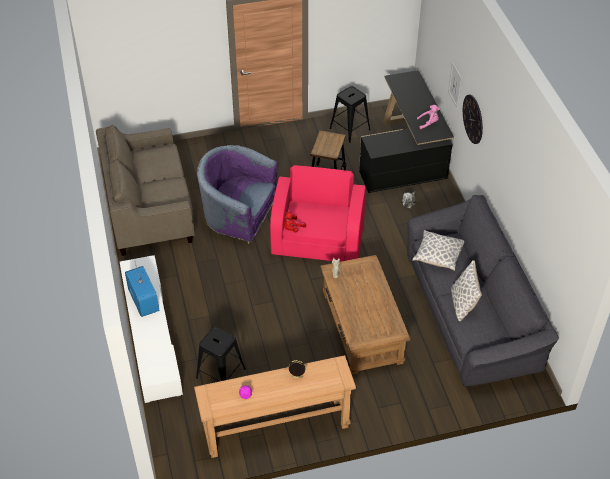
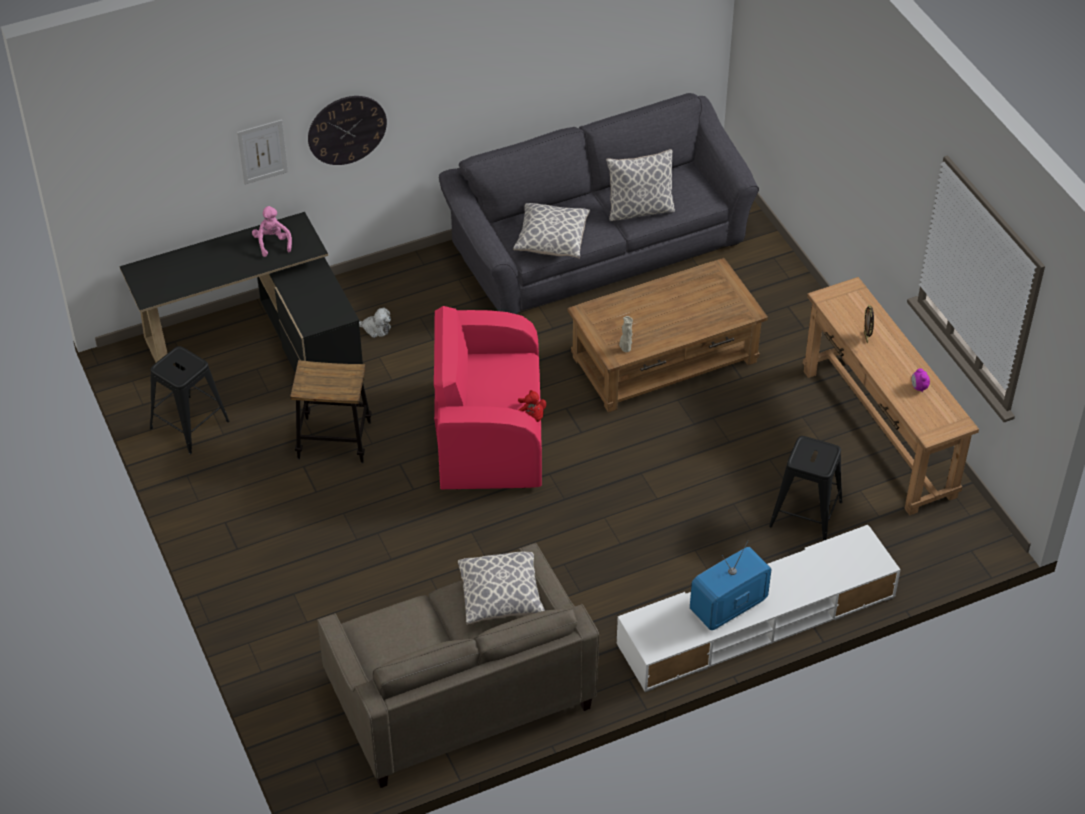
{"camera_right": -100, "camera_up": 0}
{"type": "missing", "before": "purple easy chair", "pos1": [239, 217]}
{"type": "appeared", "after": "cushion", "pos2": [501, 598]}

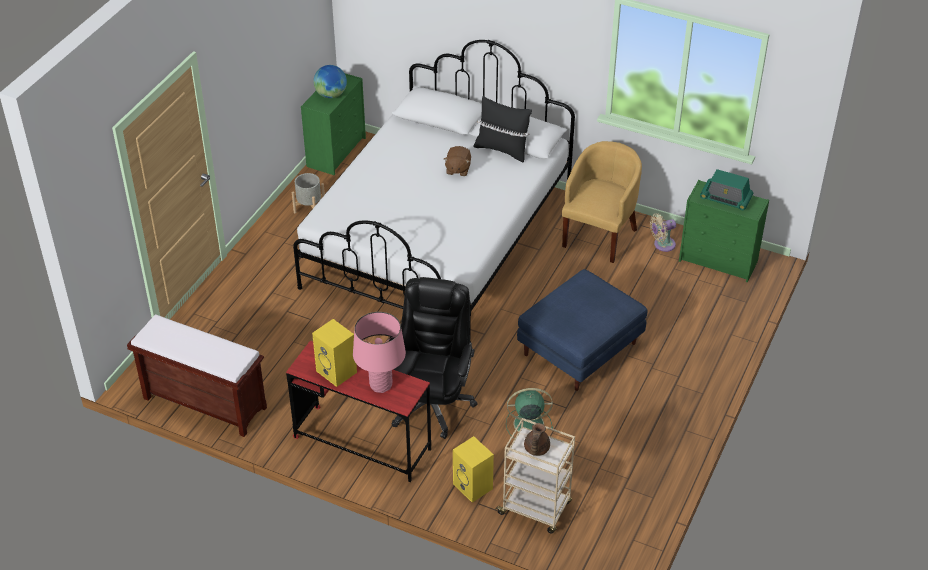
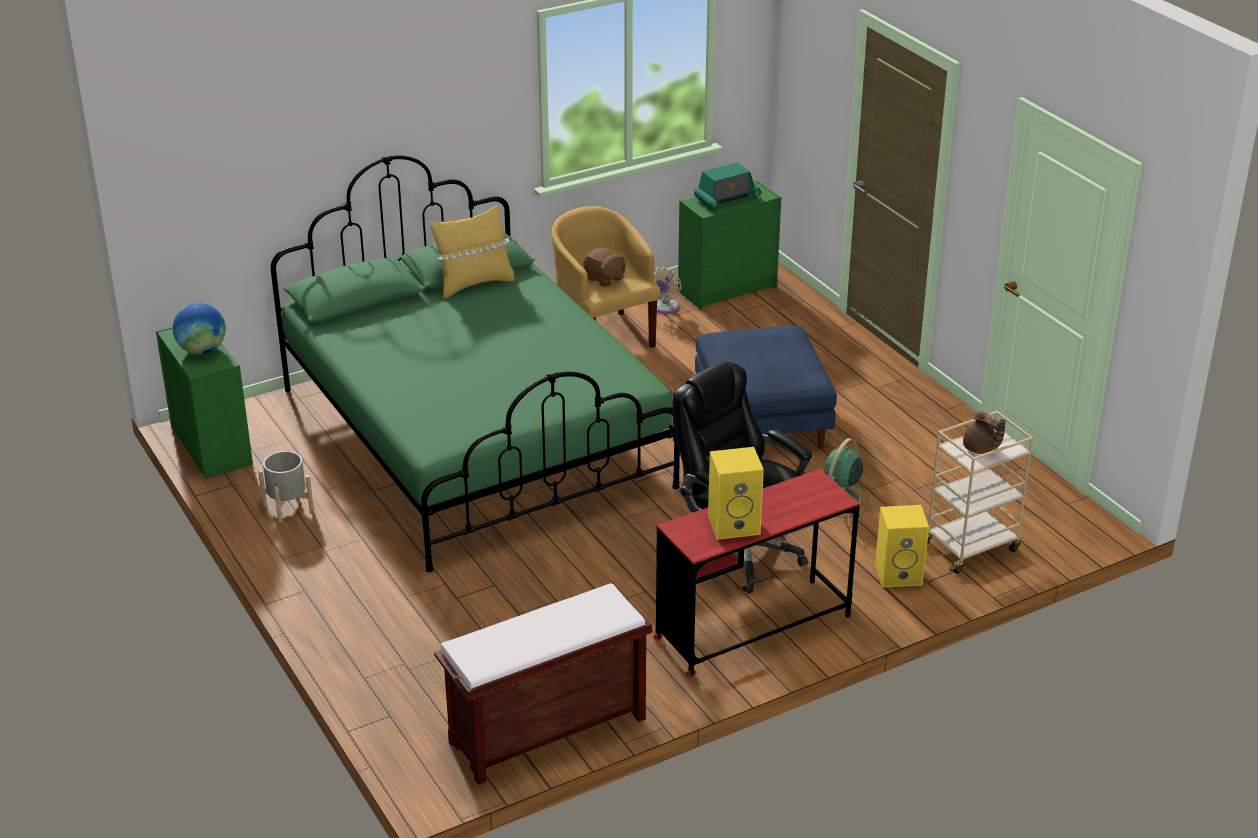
{"camera_right": -55, "camera_up": -10}
{"type": "missing", "before": "pinkish table lamp", "pos1": [381, 385]}
{"type": "relocated", "before": "brown-coloured soft toy", "pos1": [457, 169], "pos2": [604, 279]}
{"type": "colour", "before": "whitish sleeping bed", "after": "greenish sleeping bed", "pos1": [439, 240], "pos2": [475, 438]}
{"type": "colour", "before": "black-coloured cushion", "after": "yellow cushion", "pos1": [502, 150], "pos2": [474, 284]}

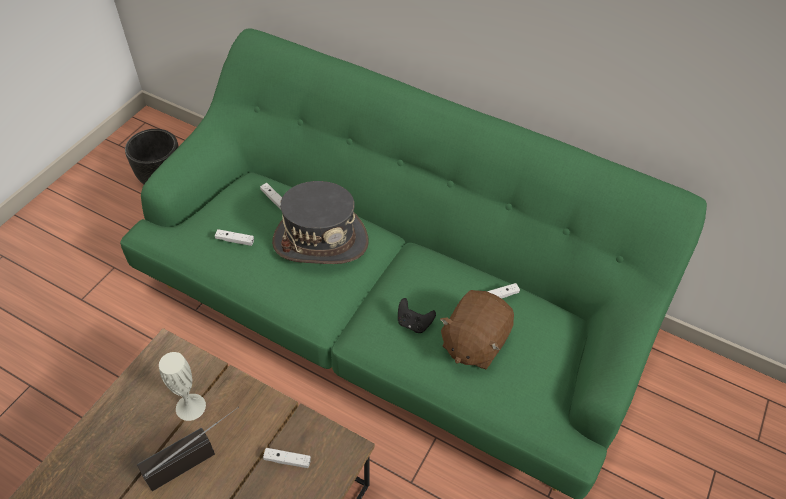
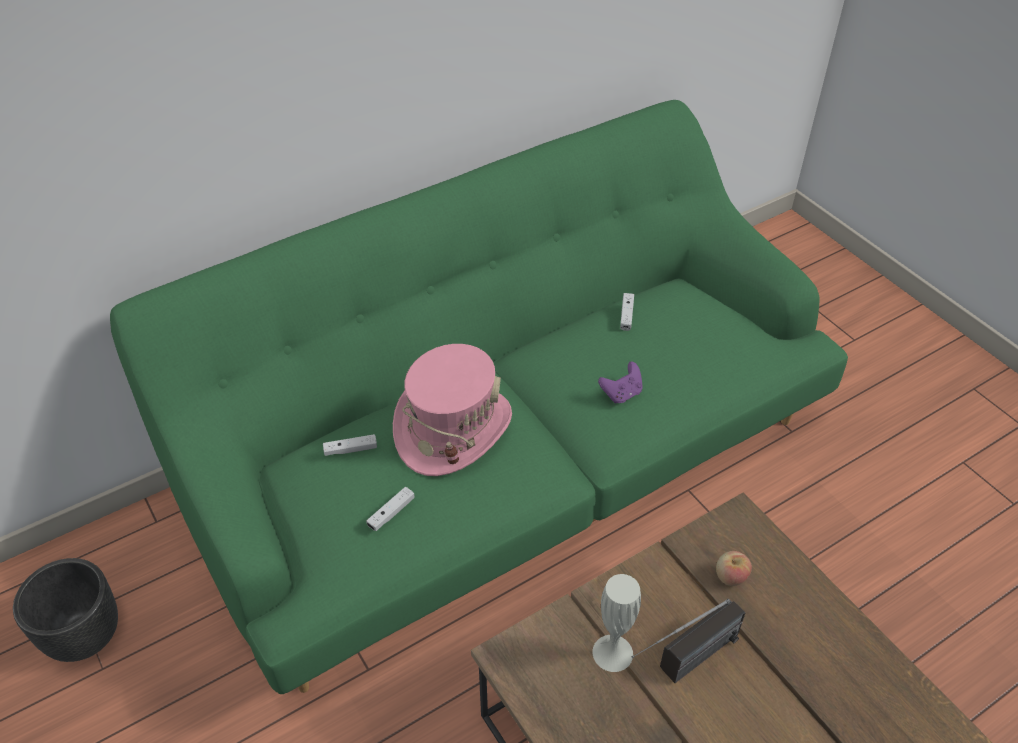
{"camera_right": -60, "camera_up": -5}
{"type": "missing", "before": "brown-coloured soft toy", "pos1": [473, 342]}
{"type": "exchanged", "before": "whitish gamepad", "after": "apple fruit", "pos1": [287, 460], "pos2": [730, 577]}
{"type": "colour", "before": "grey wearable hat", "after": "pinkish wearable hat", "pos1": [320, 241], "pos2": [453, 428]}
{"type": "colour", "before": "black-coloured gamepad", "after": "purple gamepad", "pos1": [413, 323], "pos2": [621, 393]}
{"type": "spun", "before": "radio set", "pos1": [197, 454], "pos2": [683, 666], "turn": -120}

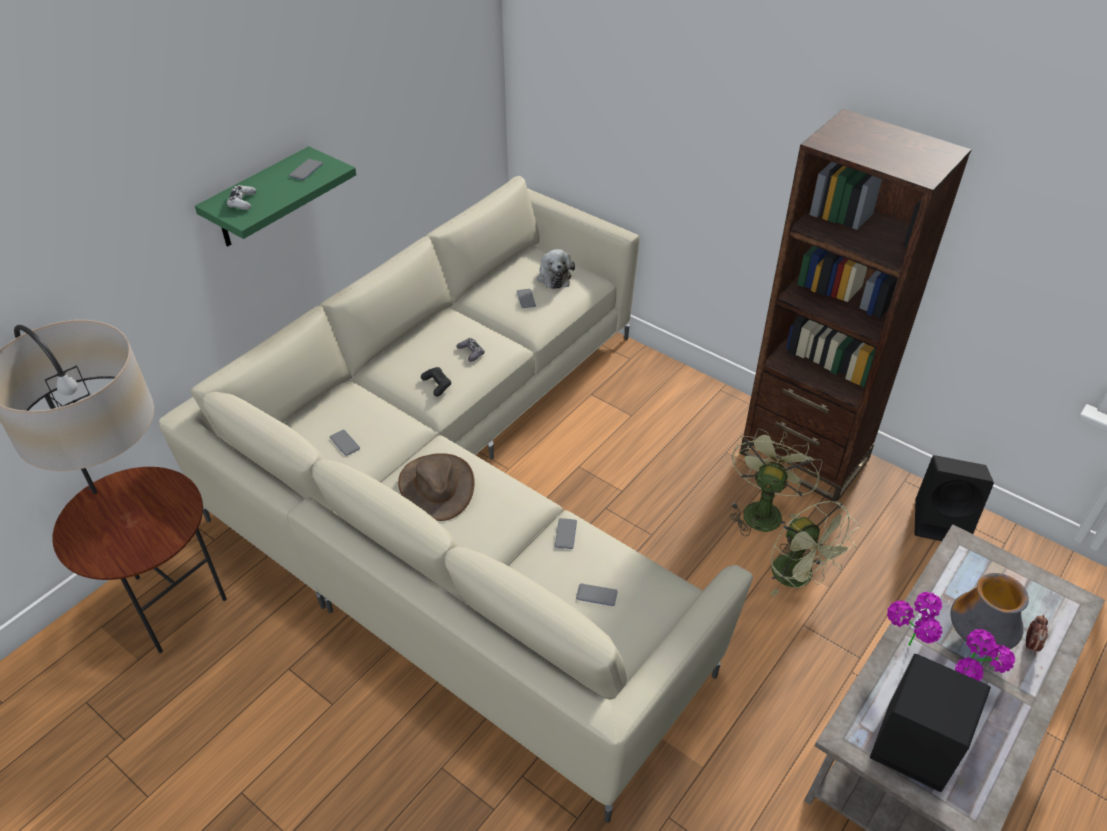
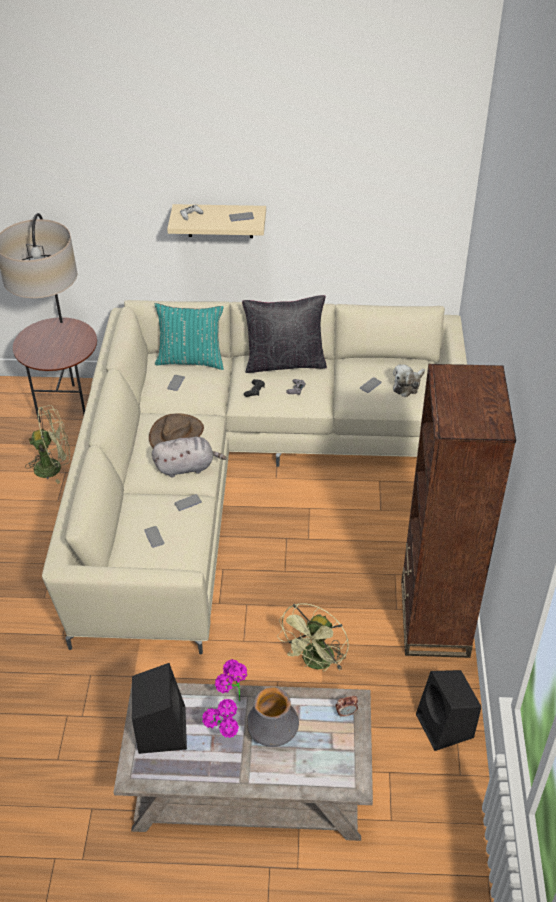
{"camera_right": 55, "camera_up": 0}
{"type": "appeared", "after": "grey soft toy", "pos2": [187, 467]}
{"type": "appeared", "after": "turquoise cushion", "pos2": [191, 360]}
{"type": "appeared", "after": "black-coloured cushion", "pos2": [285, 362]}
{"type": "relocated", "before": "greenish cooling fan", "pos1": [763, 510], "pos2": [54, 467]}
{"type": "relocated", "before": "alarm clock", "pos1": [1030, 644], "pos2": [346, 713]}
{"type": "colour", "before": "greenish wall shelf", "after": "beige wall shelf", "pos1": [259, 199], "pos2": [220, 221]}

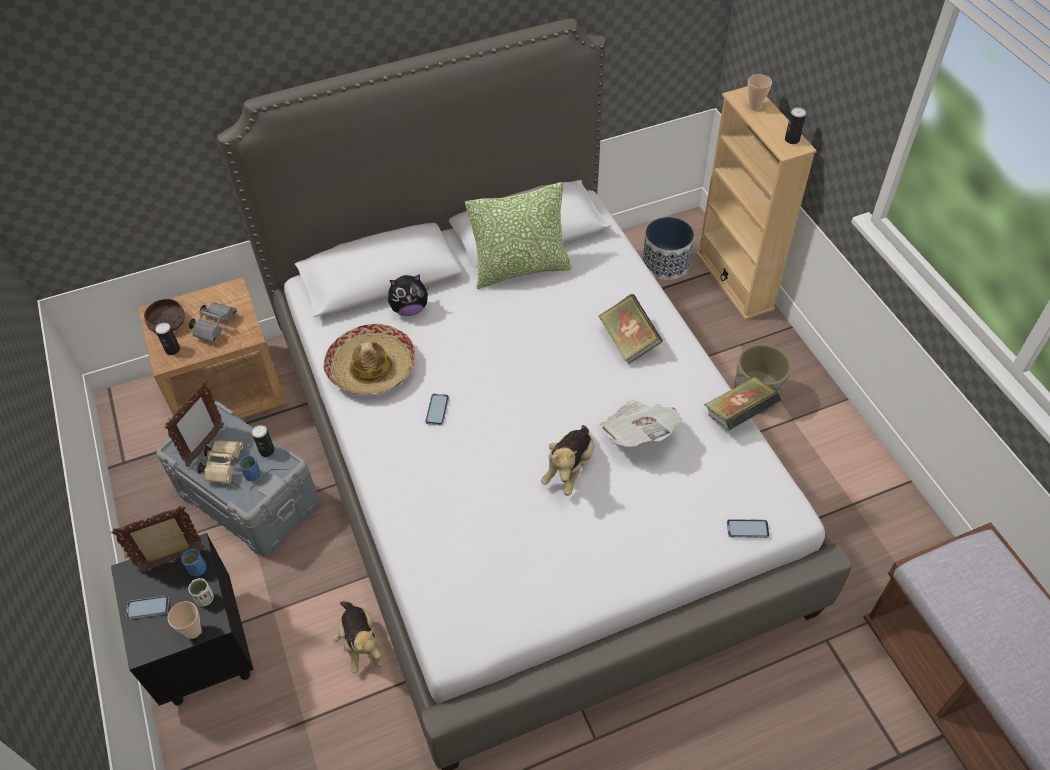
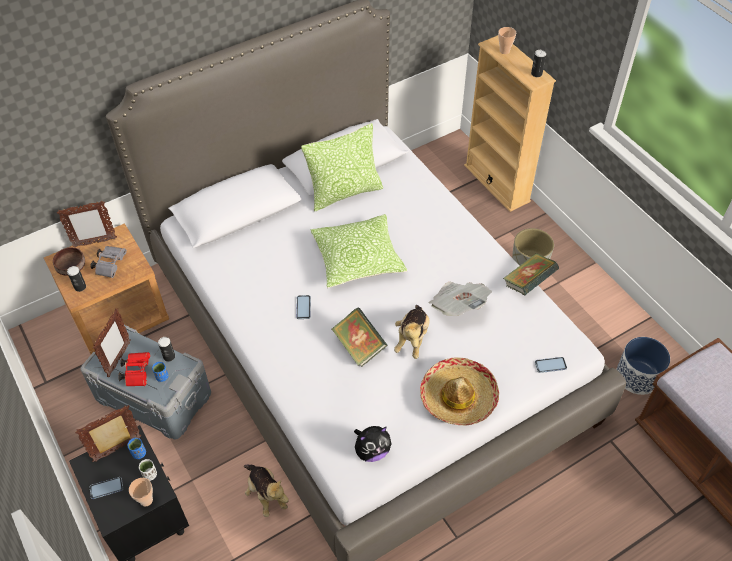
{"camera_right": -10, "camera_up": 0}
{"type": "appeared", "after": "picture frame", "pos2": [95, 243]}
{"type": "appeared", "after": "cushion", "pos2": [358, 259]}
{"type": "relocated", "before": "wearable hat", "pos1": [372, 368], "pos2": [458, 397]}
{"type": "relocated", "before": "soft toy", "pos1": [409, 309], "pos2": [372, 451]}
{"type": "relocated", "before": "bound book", "pos1": [628, 341], "pos2": [359, 346]}
{"type": "relocated", "before": "flower pot", "pos1": [666, 264], "pos2": [638, 376]}
{"type": "colour", "before": "beige field glasses", "after": "reddish field glasses", "pos1": [223, 464], "pos2": [137, 372]}

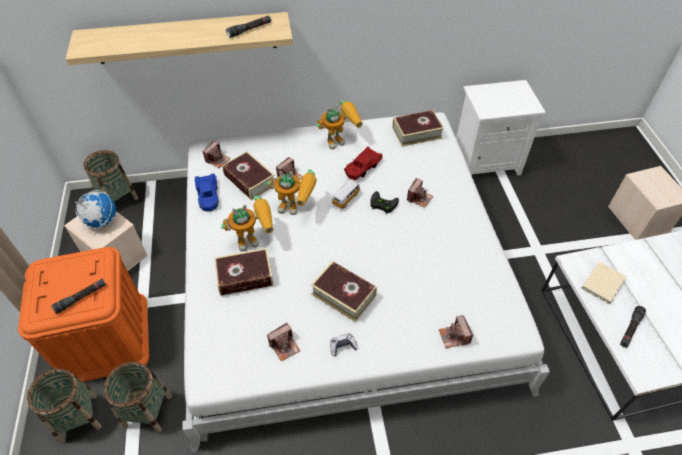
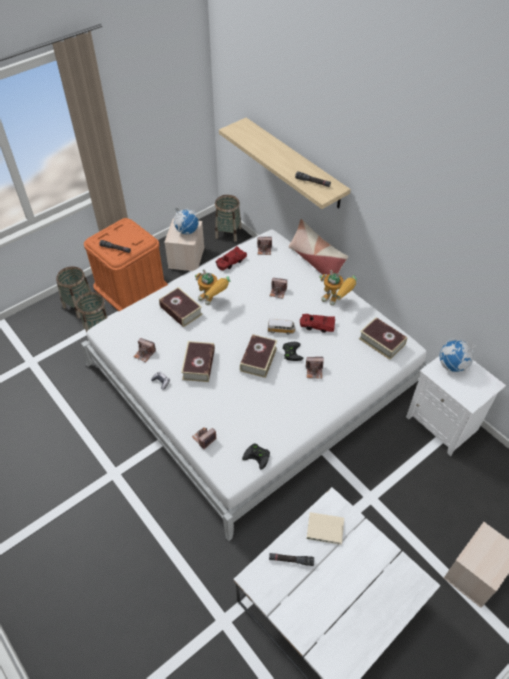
{"camera_right": 60, "camera_up": 0}
{"type": "missing", "before": "robot figure", "pos1": [296, 207]}
{"type": "appeared", "after": "black-coloured gamepad", "pos2": [258, 456]}
{"type": "appeared", "after": "cushion", "pos2": [315, 262]}
{"type": "appeared", "after": "globe", "pos2": [452, 366]}
{"type": "relocated", "before": "bound book", "pos1": [249, 180], "pos2": [258, 359]}
{"type": "colour", "before": "blue-coloured miniature car", "after": "reddish miniature car", "pos1": [208, 196], "pos2": [230, 261]}

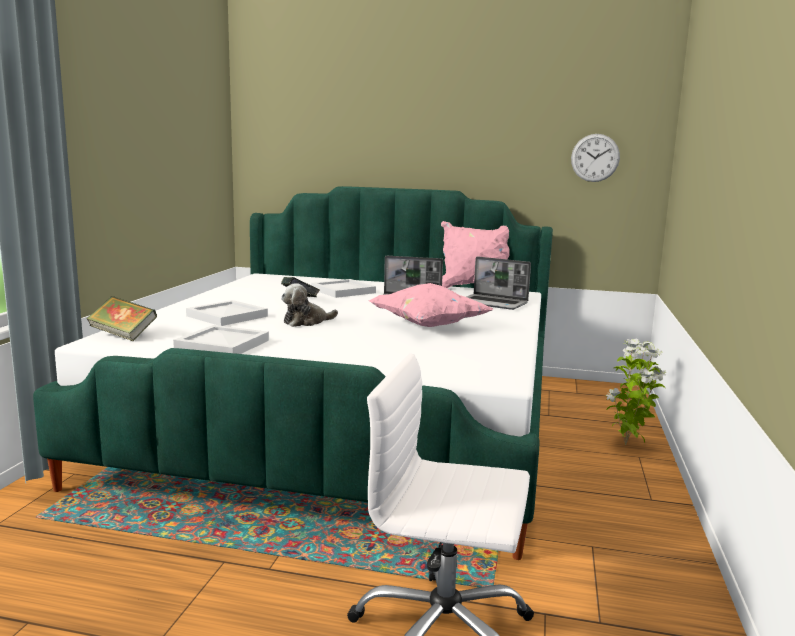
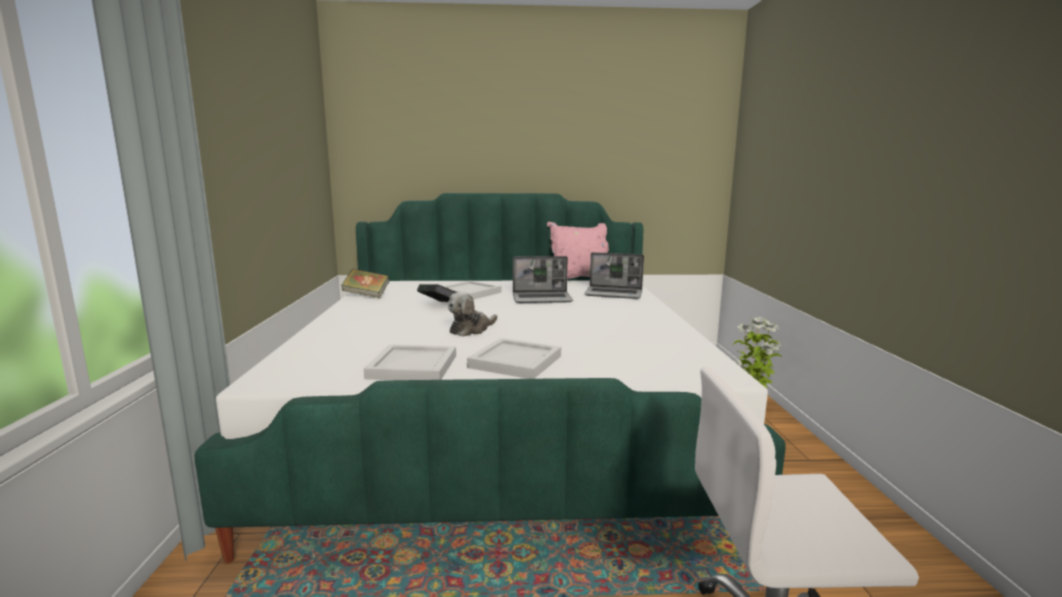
{"camera_right": -15, "camera_up": 0}
{"type": "missing", "before": "pinkish cushion", "pos1": [427, 326]}
{"type": "missing", "before": "hanging clock", "pos1": [595, 158]}
{"type": "relocated", "before": "bound book", "pos1": [123, 335], "pos2": [366, 296]}
{"type": "relocated", "before": "whitish tray", "pos1": [225, 316], "pos2": [514, 362]}

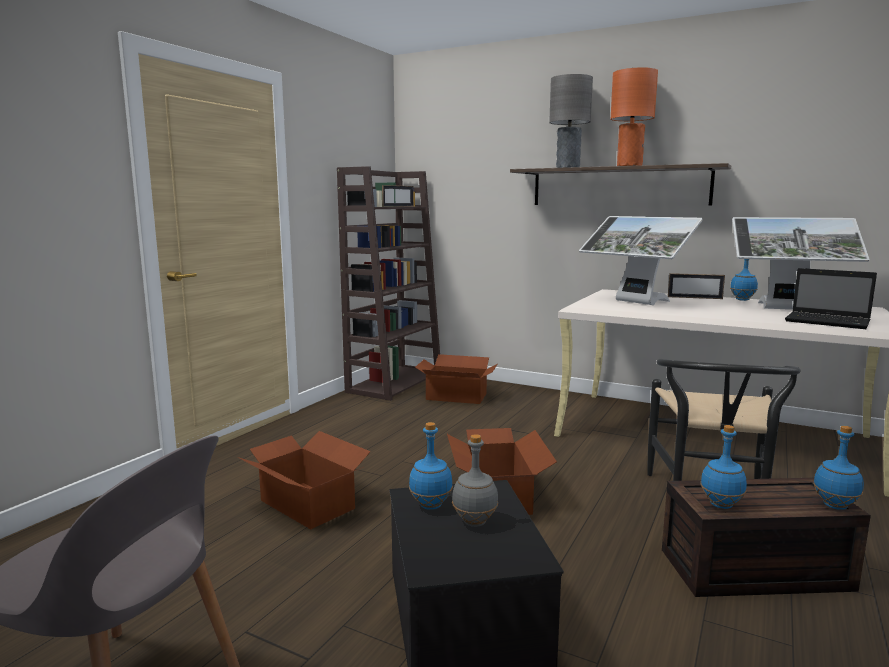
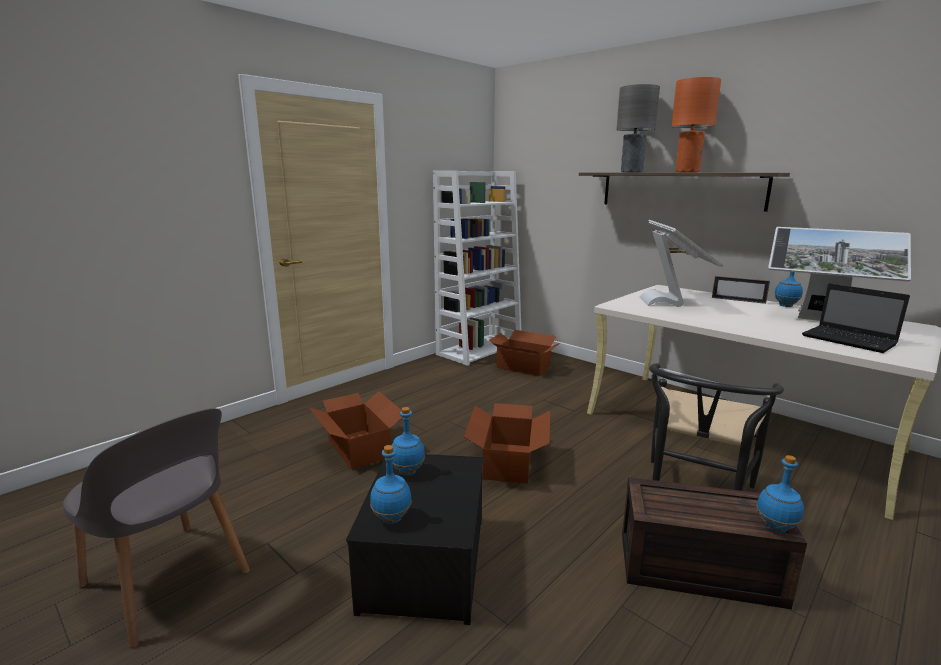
{"camera_right": 15, "camera_up": 5}
{"type": "missing", "before": "picture frame", "pos1": [398, 206]}
{"type": "missing", "before": "grey bottle", "pos1": [475, 522]}
{"type": "relocated", "before": "blue-coloured bottle", "pos1": [720, 504], "pos2": [392, 518]}
{"type": "colour", "before": "brown-coloured bookshelf", "after": "whitish bookshelf", "pos1": [395, 382], "pos2": [480, 349]}
{"type": "spun", "before": "computer display", "pos1": [635, 302], "pos2": [672, 302], "turn": -150}

